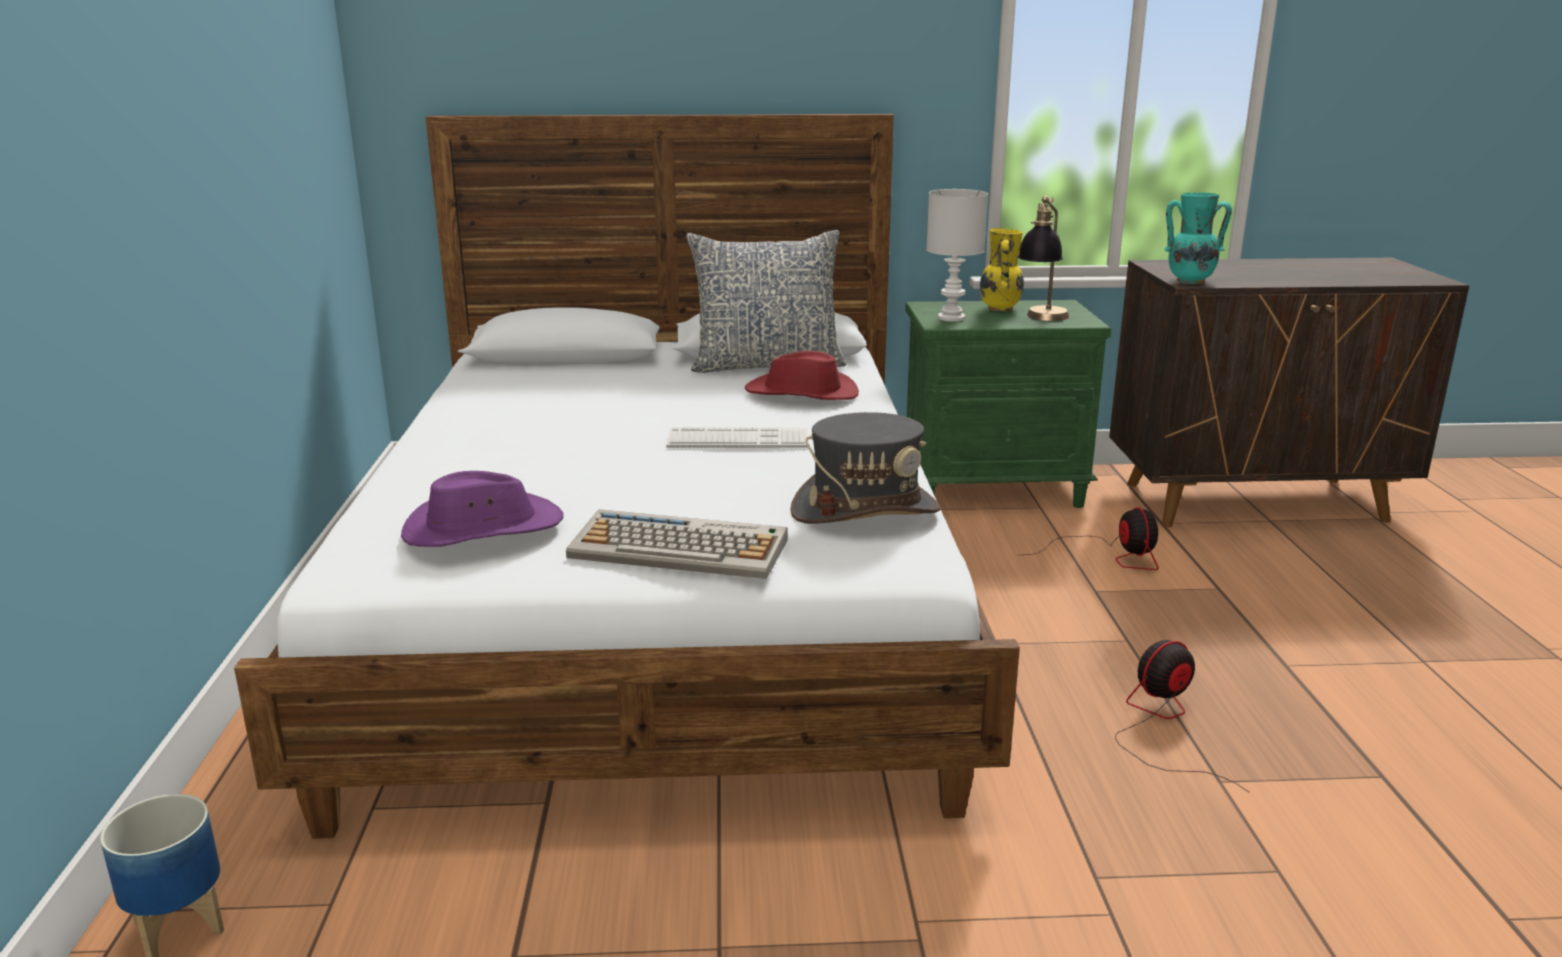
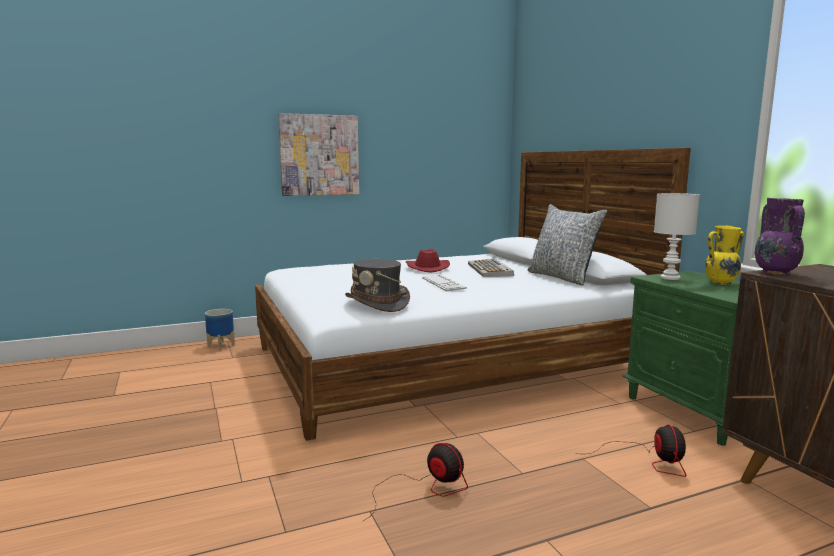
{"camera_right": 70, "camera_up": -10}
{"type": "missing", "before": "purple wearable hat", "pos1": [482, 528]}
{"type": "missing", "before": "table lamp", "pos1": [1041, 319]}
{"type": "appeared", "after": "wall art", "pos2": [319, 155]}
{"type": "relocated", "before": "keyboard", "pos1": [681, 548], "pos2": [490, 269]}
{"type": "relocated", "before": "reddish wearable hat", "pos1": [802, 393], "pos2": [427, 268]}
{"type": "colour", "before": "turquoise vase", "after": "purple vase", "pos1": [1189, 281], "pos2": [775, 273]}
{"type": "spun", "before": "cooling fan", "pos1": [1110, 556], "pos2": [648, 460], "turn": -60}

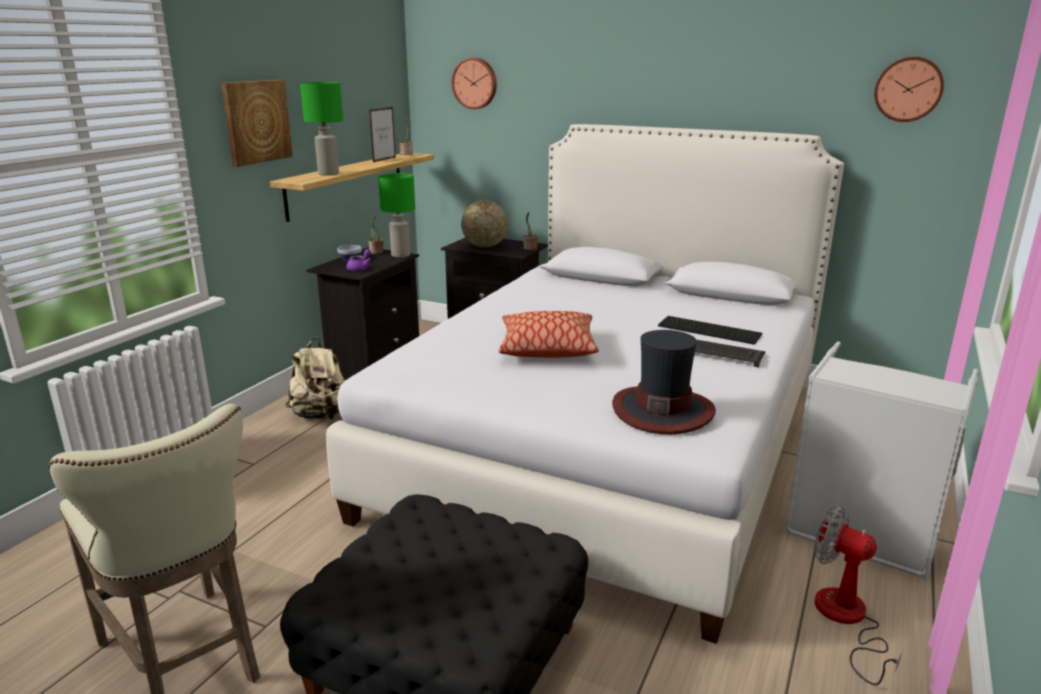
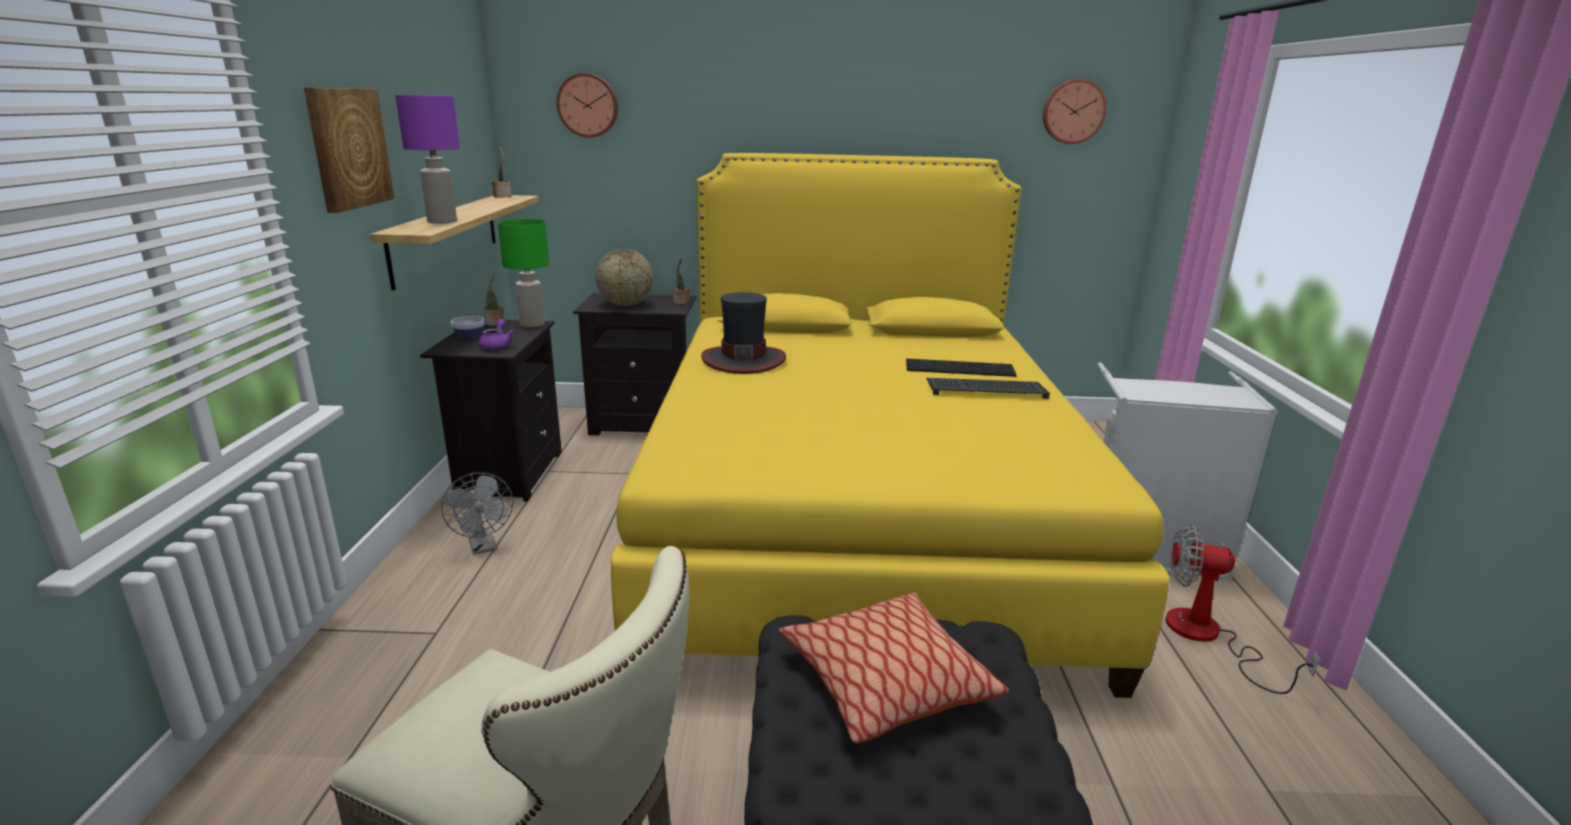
{"camera_right": -25, "camera_up": 0}
{"type": "missing", "before": "picture frame", "pos1": [384, 160]}
{"type": "relocated", "before": "cushion", "pos1": [547, 348], "pos2": [885, 681]}
{"type": "relocated", "before": "wearable hat", "pos1": [662, 410], "pos2": [743, 360]}
{"type": "exchanged", "before": "beige rucksack", "after": "grey cooling fan", "pos1": [321, 415], "pos2": [484, 547]}
{"type": "colour", "before": "greenish table lamp", "after": "purple table lamp", "pos1": [328, 174], "pos2": [441, 221]}
{"type": "colour", "before": "whitish sleeping bed", "after": "yellow sleeping bed", "pos1": [607, 446], "pos2": [855, 513]}

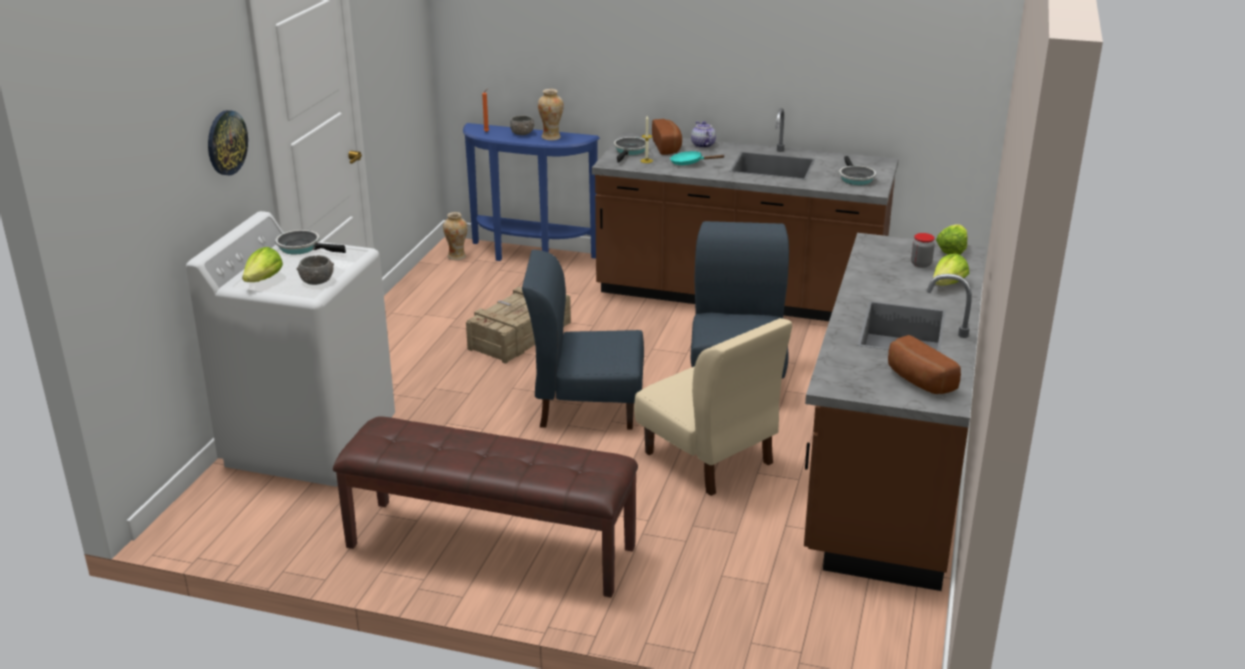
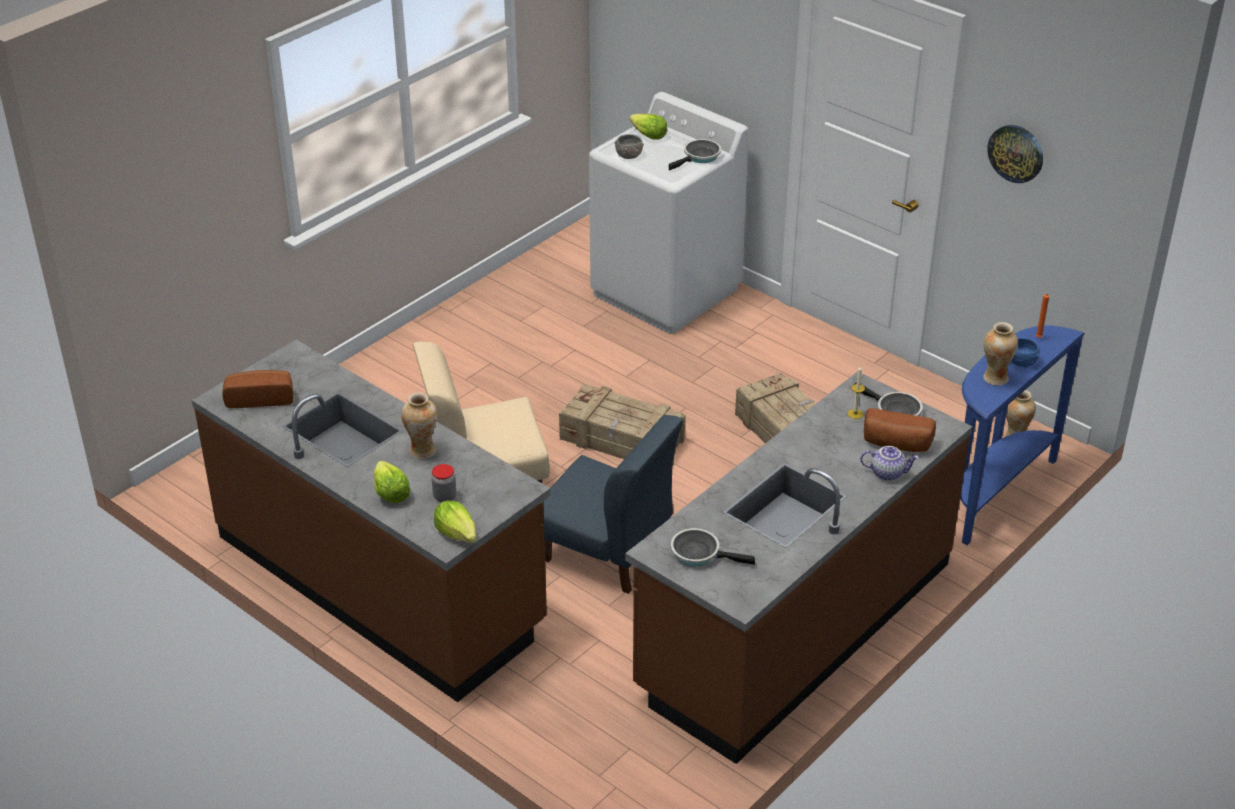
{"camera_right": 115, "camera_up": 10}
{"type": "missing", "before": "brown-coloured bench", "pos1": [489, 547]}
{"type": "missing", "before": "turquoise skillet", "pos1": [690, 163]}
{"type": "appeared", "after": "vase", "pos2": [422, 451]}
{"type": "relocated", "before": "hanging clock", "pos1": [226, 142], "pos2": [1016, 153]}
{"type": "exchanged", "before": "blue-coloured upright chair", "after": "crate", "pos1": [586, 406], "pos2": [622, 441]}
{"type": "colour", "before": "grey serving bowl", "after": "blue-coloured serving bowl", "pos1": [522, 133], "pos2": [1021, 361]}

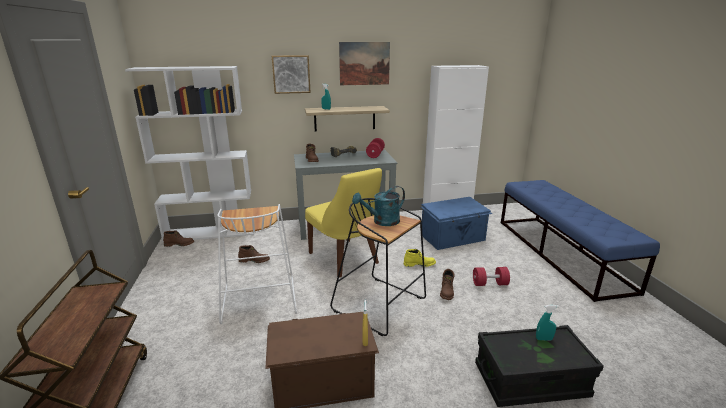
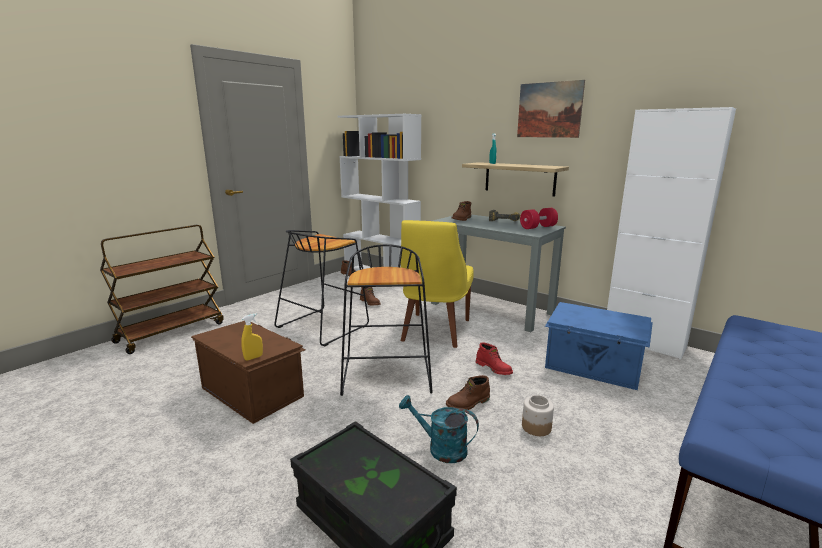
{"camera_right": 50, "camera_up": -5}
{"type": "missing", "before": "wall art", "pos1": [291, 74]}
{"type": "missing", "before": "turquoise sprayer", "pos1": [544, 339]}
{"type": "relocated", "before": "turquoise watering pot", "pos1": [382, 222], "pos2": [440, 448]}
{"type": "exchanged", "before": "reddish free weight", "after": "jar", "pos1": [489, 284], "pos2": [536, 427]}
{"type": "colour", "before": "whitish stool seat", "after": "black-coloured stool seat", "pos1": [258, 299], "pos2": [323, 326]}
{"type": "colour", "before": "yellow tall boot", "after": "reddish tall boot", "pos1": [419, 264], "pos2": [494, 368]}

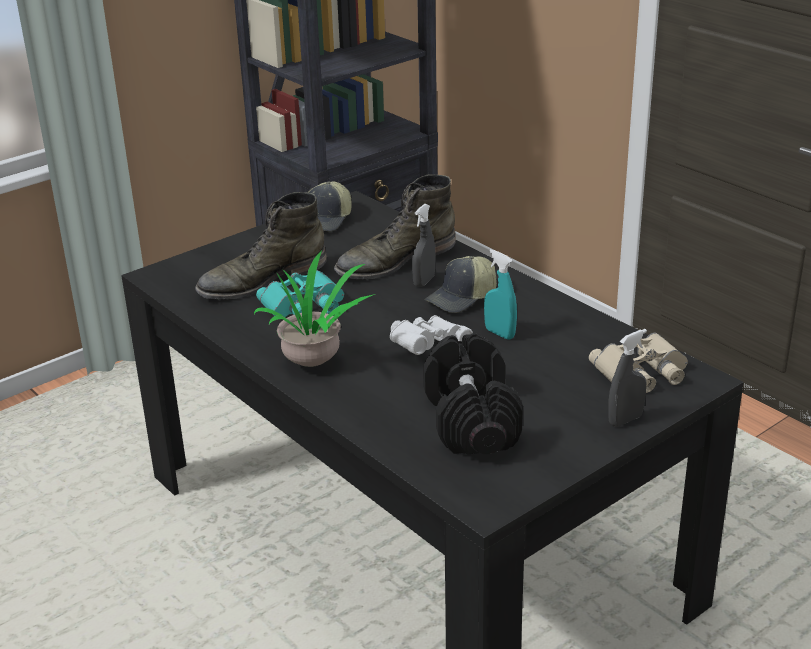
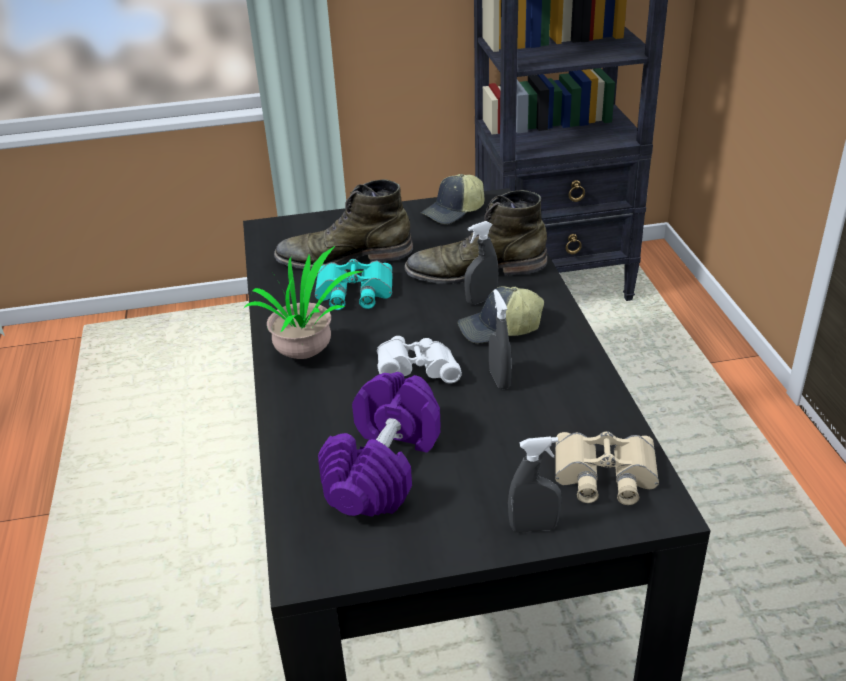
{"camera_right": 30, "camera_up": 5}
{"type": "colour", "before": "black-coloured free weight", "after": "purple free weight", "pos1": [470, 420], "pos2": [382, 467]}
{"type": "colour", "before": "turquoise sprayer", "after": "grey sprayer", "pos1": [499, 333], "pos2": [499, 379]}

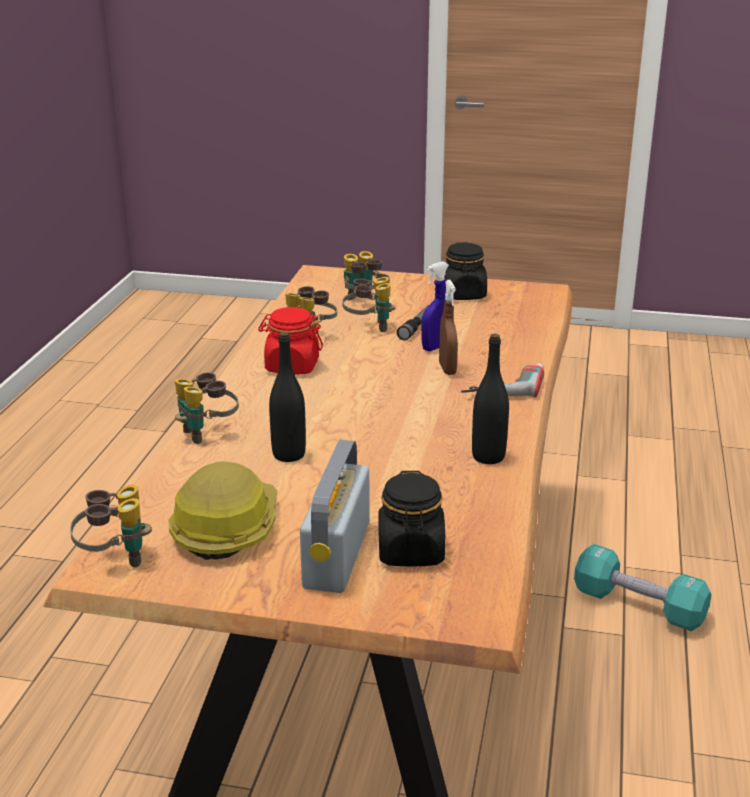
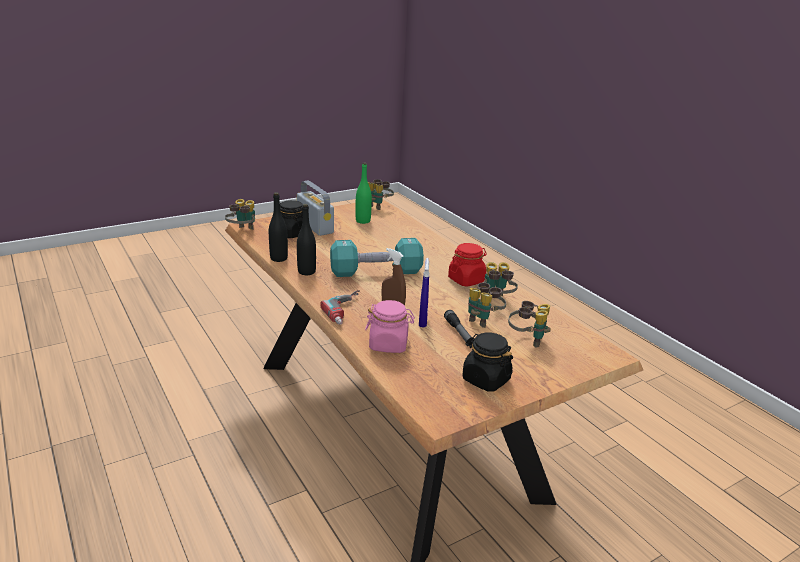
{"camera_right": 135, "camera_up": 0}
{"type": "appeared", "after": "pinkish jar", "pos2": [388, 344]}
{"type": "relocated", "before": "field glasses", "pos1": [207, 433], "pos2": [243, 231]}
{"type": "relocated", "before": "black-coloured bottle", "pos1": [289, 454], "pos2": [279, 258]}
{"type": "relocated", "before": "turquoise free weight", "pos1": [638, 606], "pos2": [376, 272]}
{"type": "exchanged", "before": "hard hat", "after": "greenish bottle", "pos1": [226, 528], "pos2": [363, 221]}

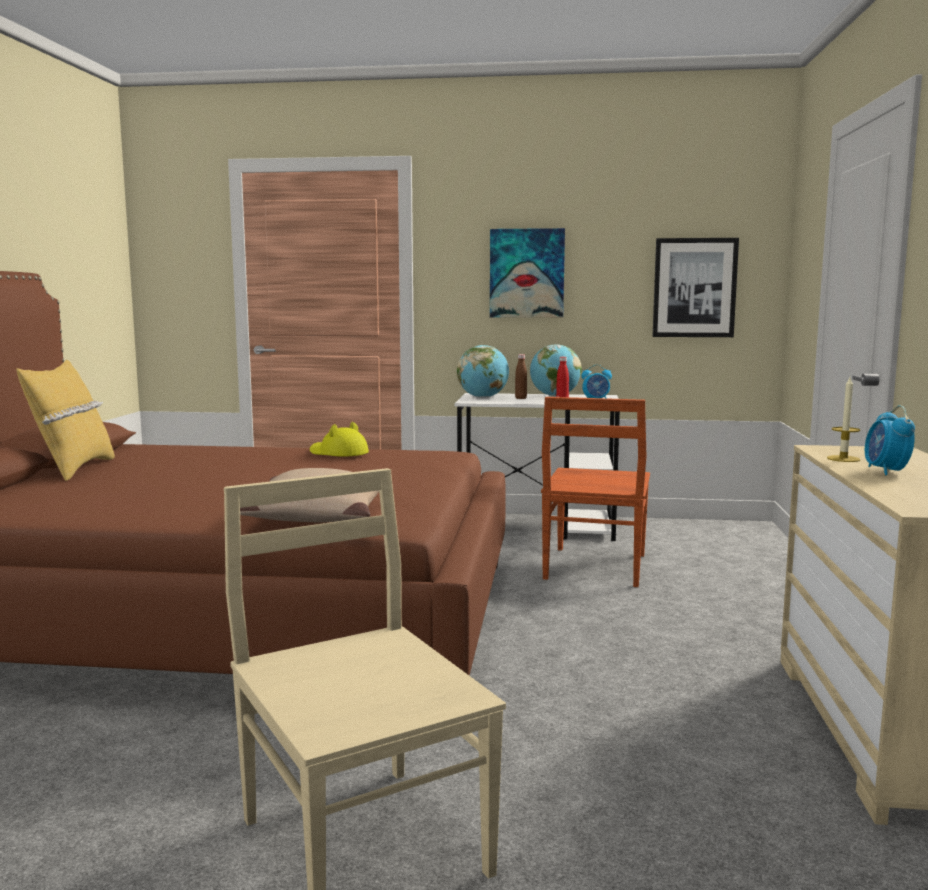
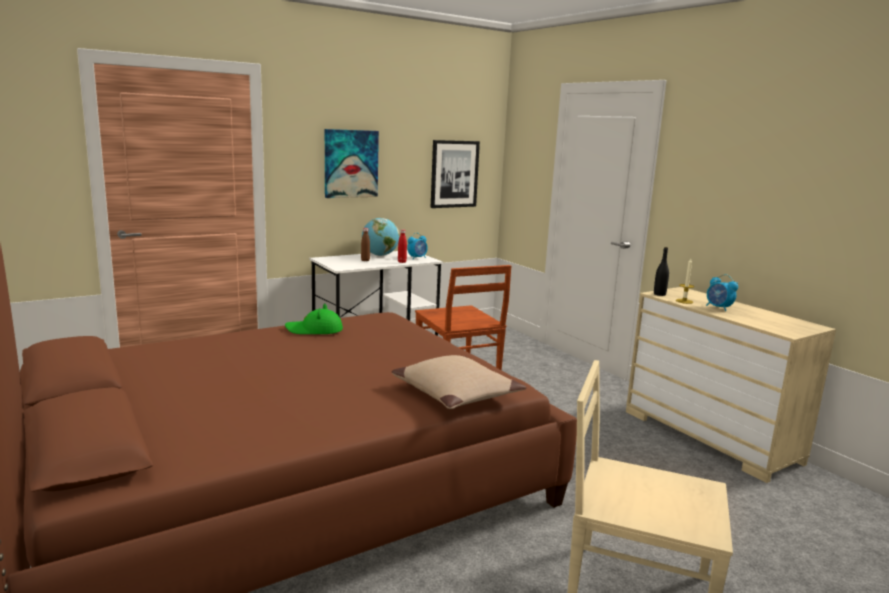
{"camera_right": -40, "camera_up": 5}
{"type": "missing", "before": "yellow cushion", "pos1": [73, 469]}
{"type": "missing", "before": "globe", "pos1": [483, 397]}
{"type": "appeared", "after": "black-coloured bottle", "pos2": [659, 294]}
{"type": "colour", "before": "yellow wearable hat", "after": "greenish wearable hat", "pos1": [338, 453], "pos2": [314, 330]}

